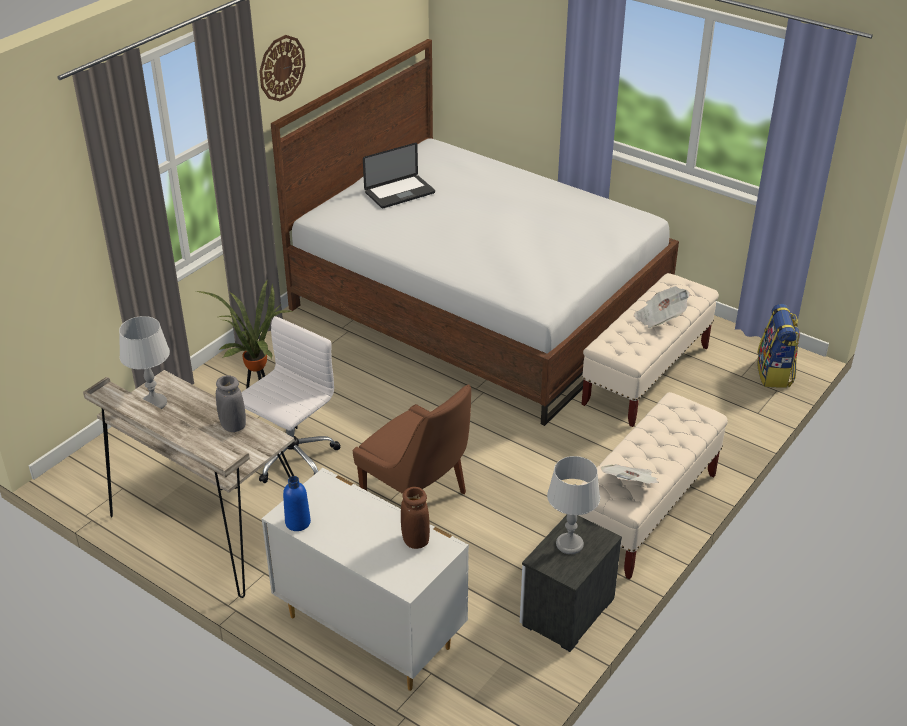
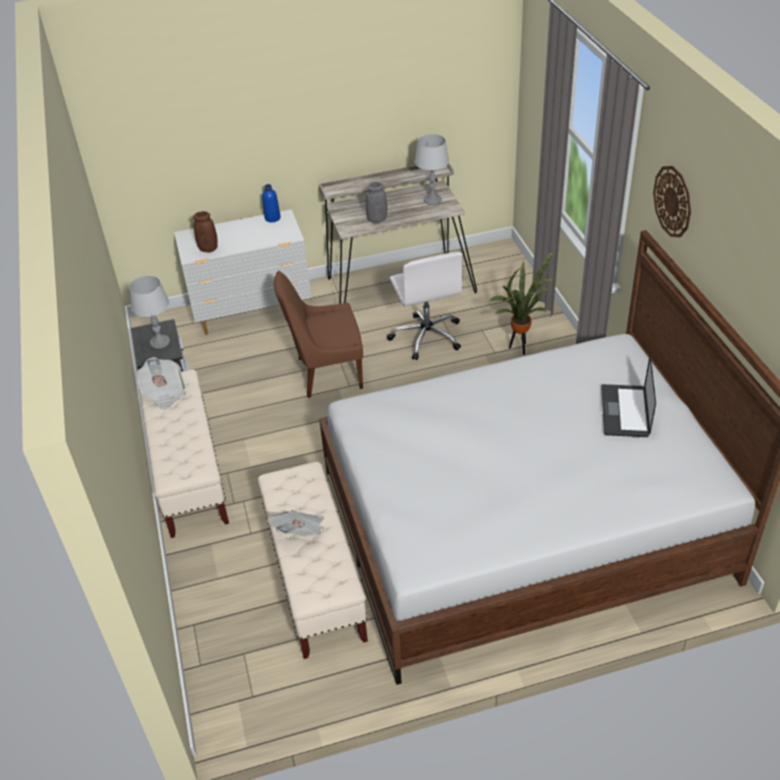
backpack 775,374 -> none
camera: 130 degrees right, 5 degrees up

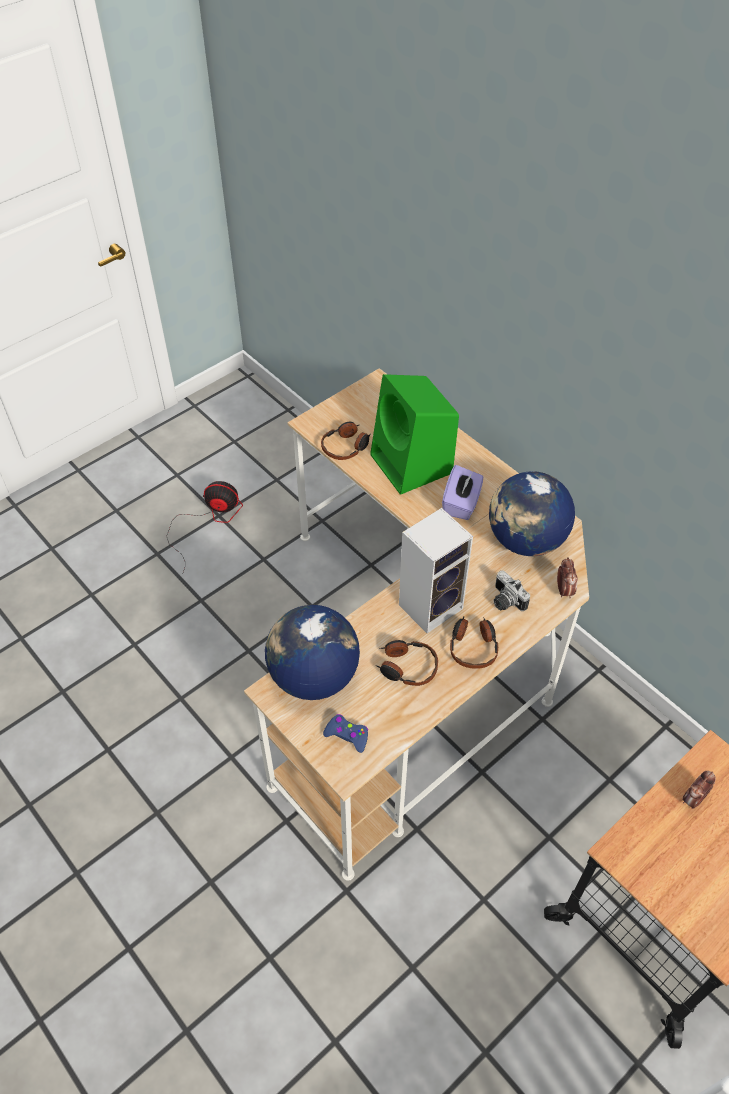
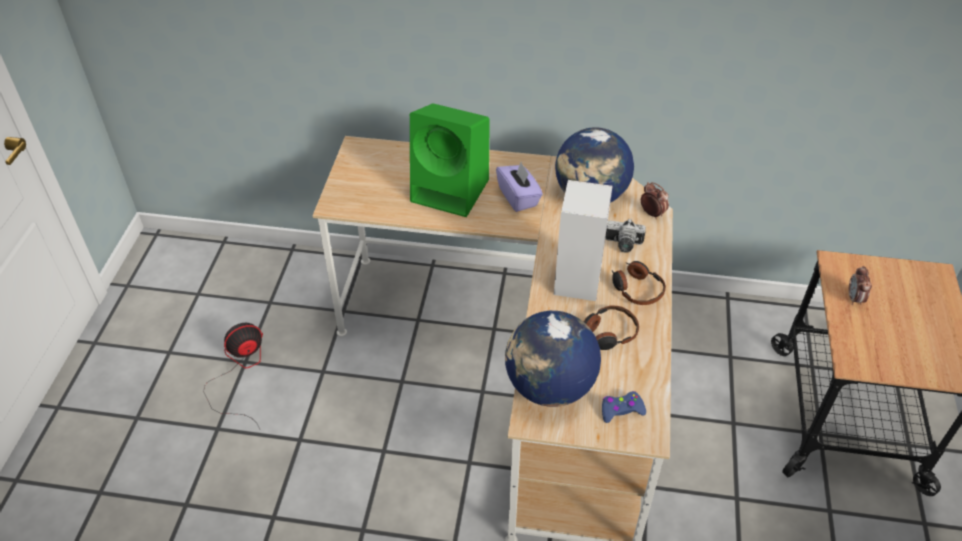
headphones 346,446 -> none
camera: 40 degrees left, 5 degrees down

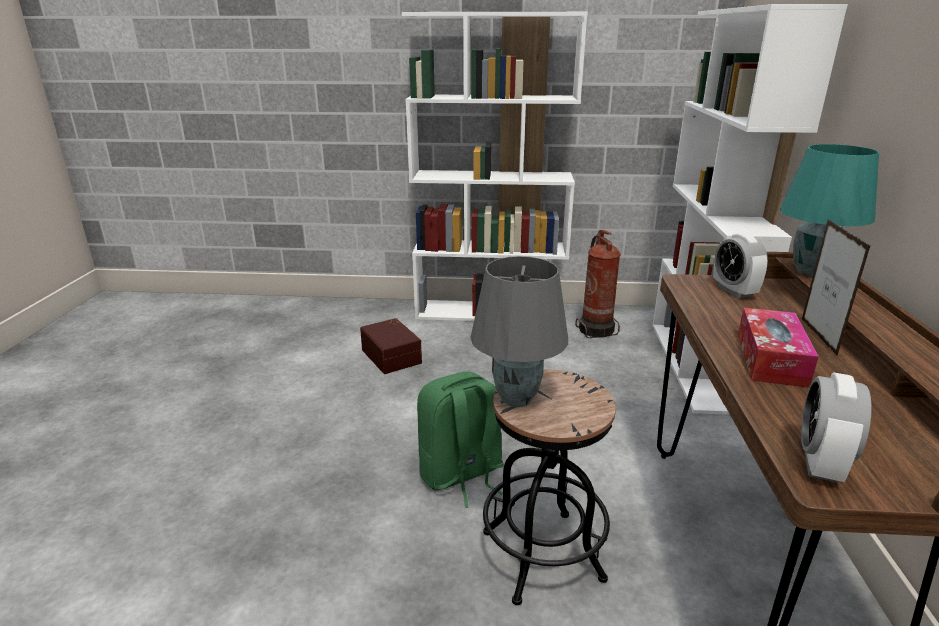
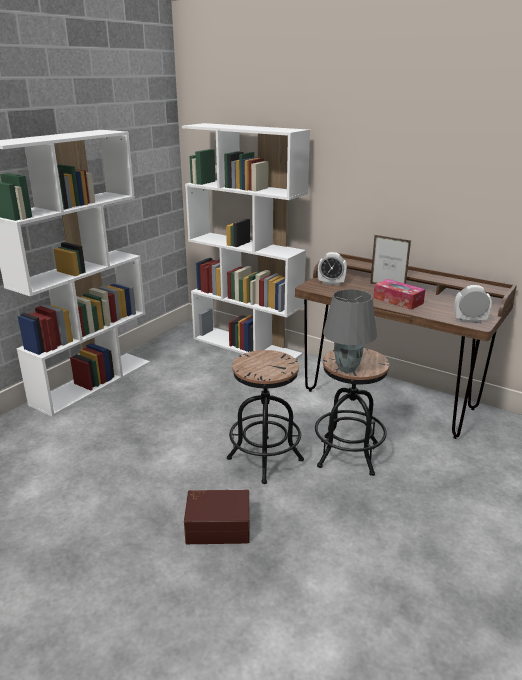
fire extinguisher 596,329 -> none
turquoise table lamp 811,272 -> none
brown storage box 392,356 -> brown storage box 218,526, move
green backpack 461,475 -> black stool 265,459
alarm clock 820,463 -> alarm clock 469,320, 135 degrees clockwise
camera: 60 degrees left, 0 degrees up

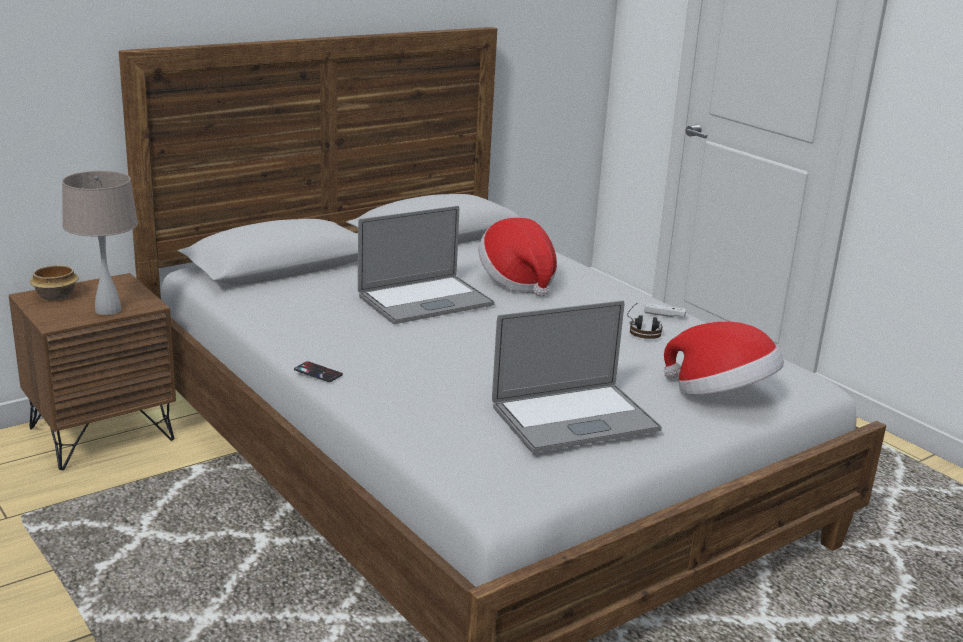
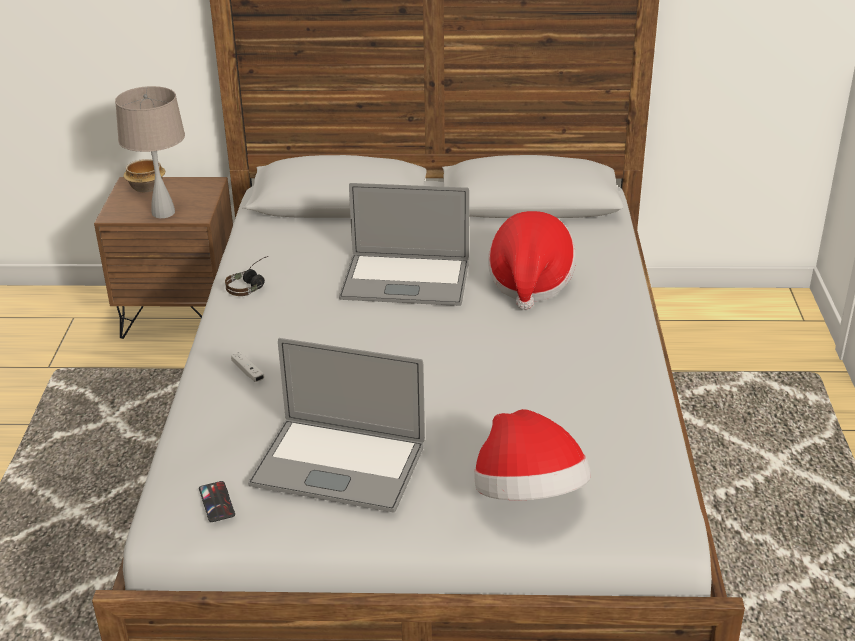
phone 318,372 -> phone 217,502, move
headphones 643,330 -> headphones 252,284, move
white game controller 664,315 -> white game controller 248,372, move
camera: 40 degrees right, 10 degrees up

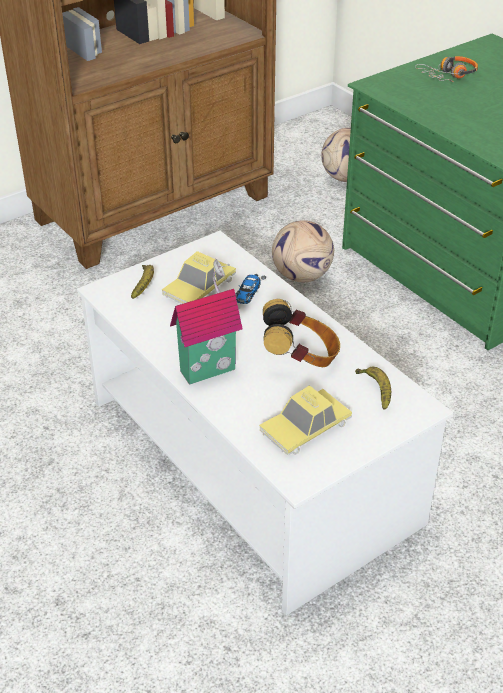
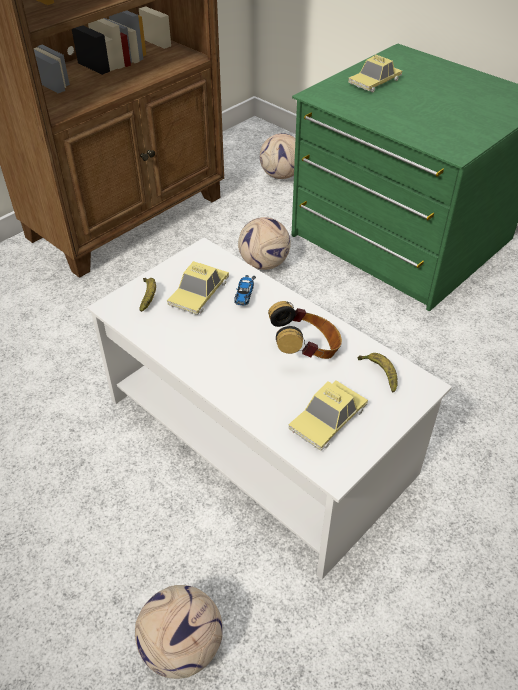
toy house 206,368 -> none
none -> football 181,647
headphones 448,75 -> toy car 374,82
camera: 10 degrees left, 5 degrees up

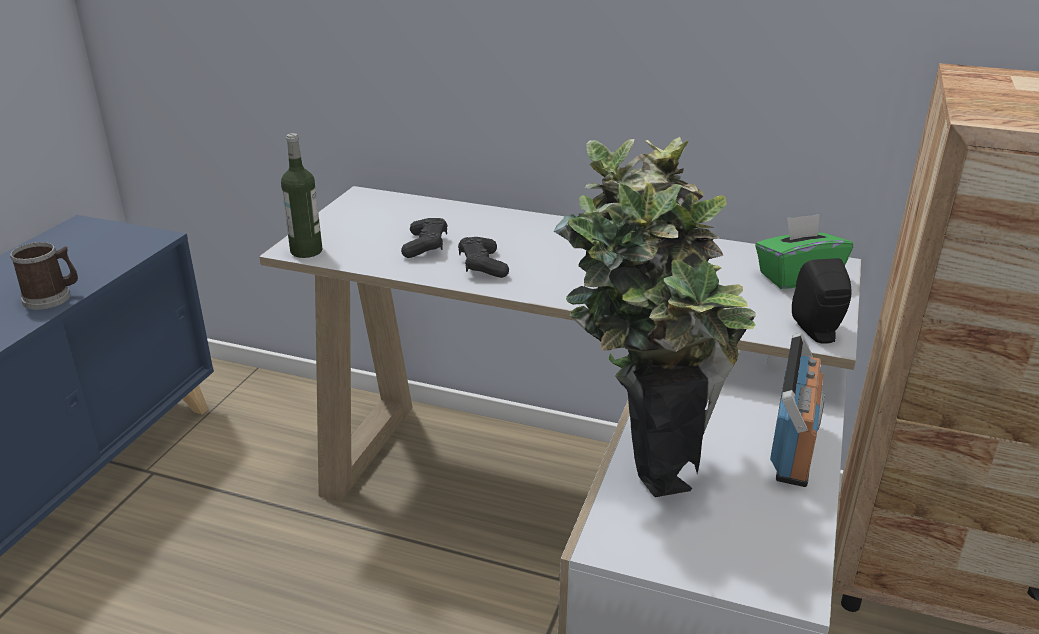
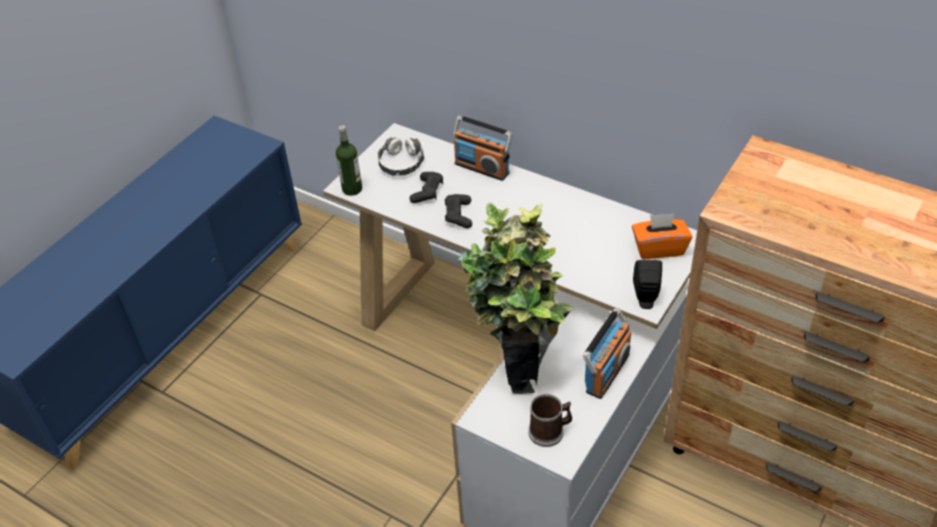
none -> headphones 401,163
none -> radio 482,168
mug 52,297 -> mug 550,431, move
green tissue box 797,276 -> orange tissue box 659,248
camera: 15 degrees right, 15 degrees up

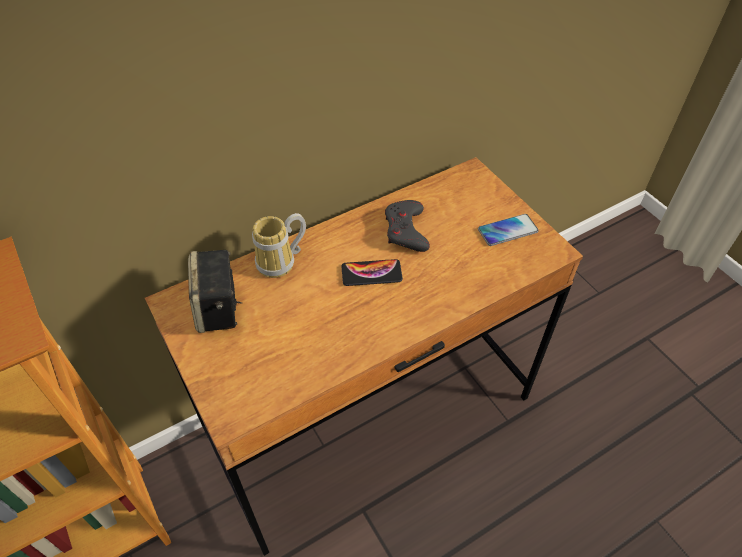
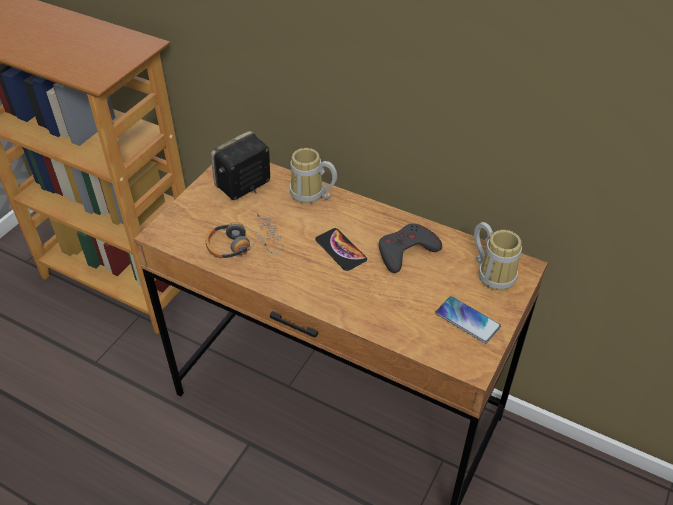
none -> headphones 244,244
none -> mug 494,273
camera: 60 degrees right, 5 degrees down

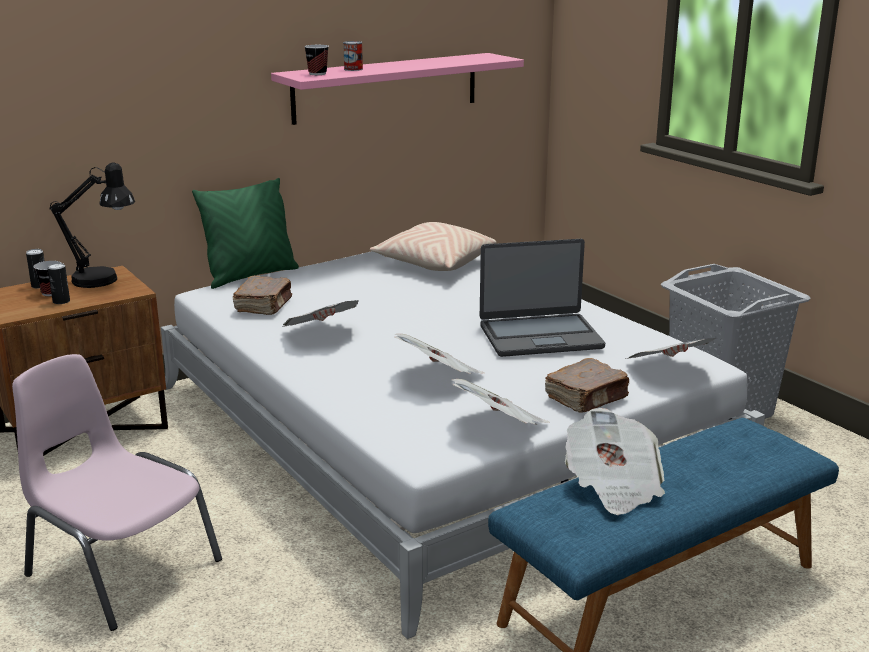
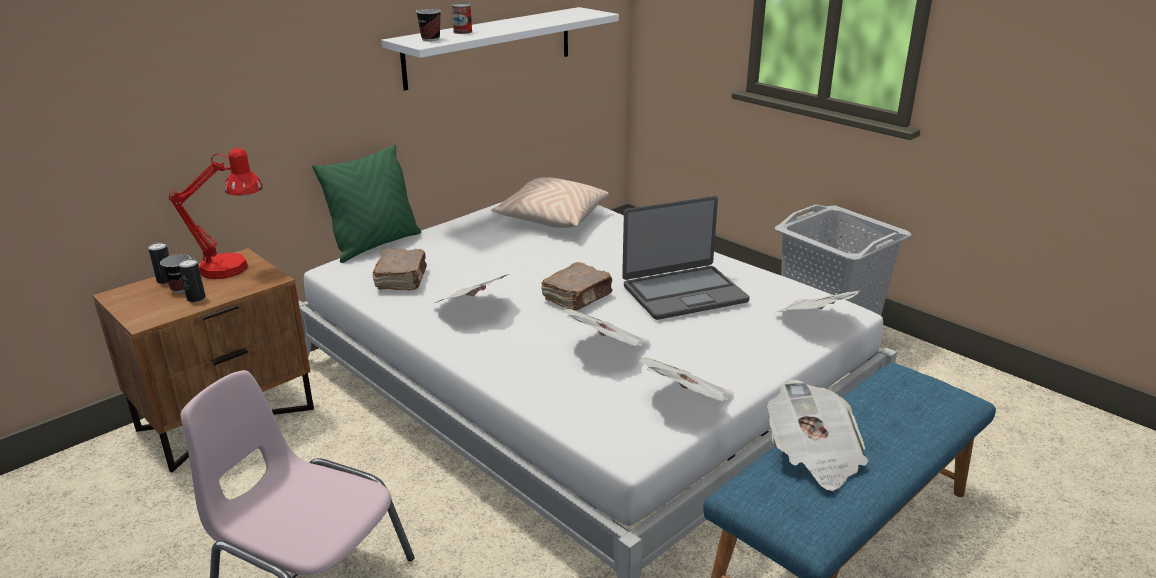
brown book 587,398 -> brown book 578,297, move
black table lamp 104,280 -> red table lamp 234,268
pink shelf 386,87 -> white shelf 490,47
camera: 10 degrees left, 5 degrees up

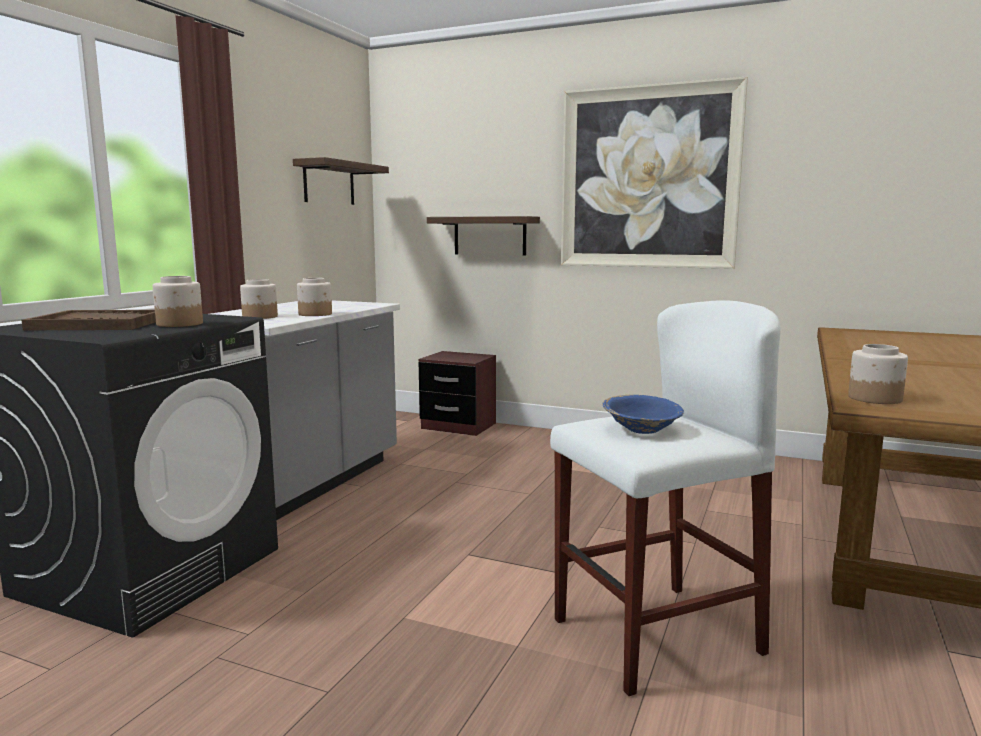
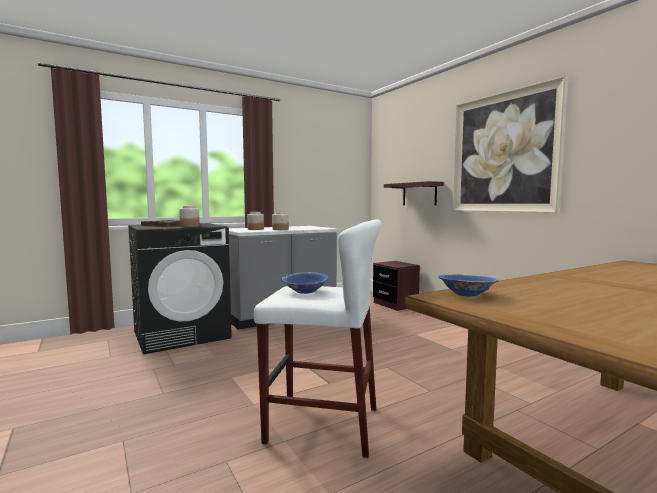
shelf 329,183 -> none
jar 874,398 -> blue bowl 466,294
camera: 35 degrees right, 5 degrees down

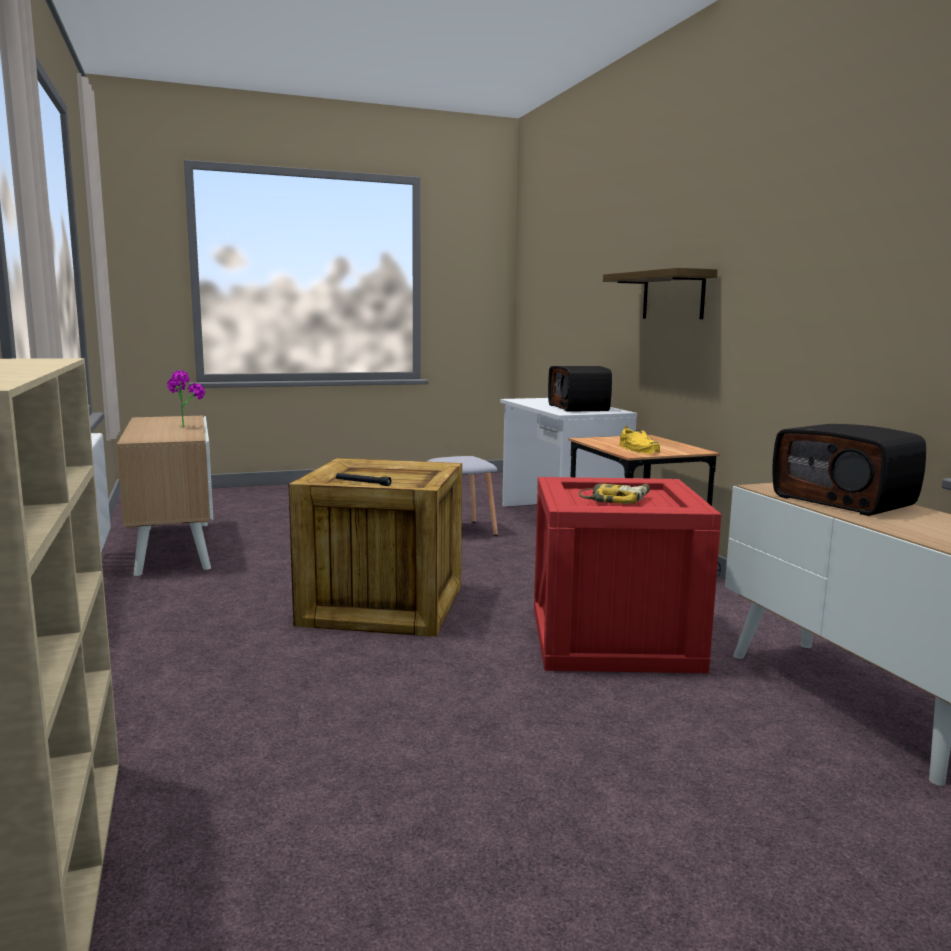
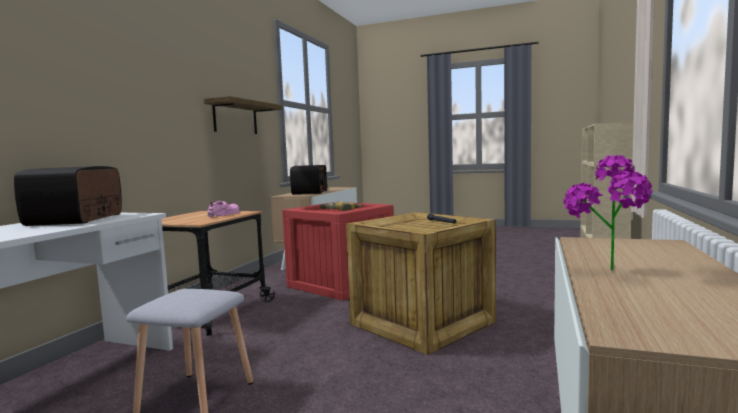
shelf 673,295 -> shelf 235,118, move
yellow shoe 639,449 -> pink shoe 224,214
radio 579,408 -> radio 77,219, 150 degrees clockwise
camera: 140 degrees left, 5 degrees down

